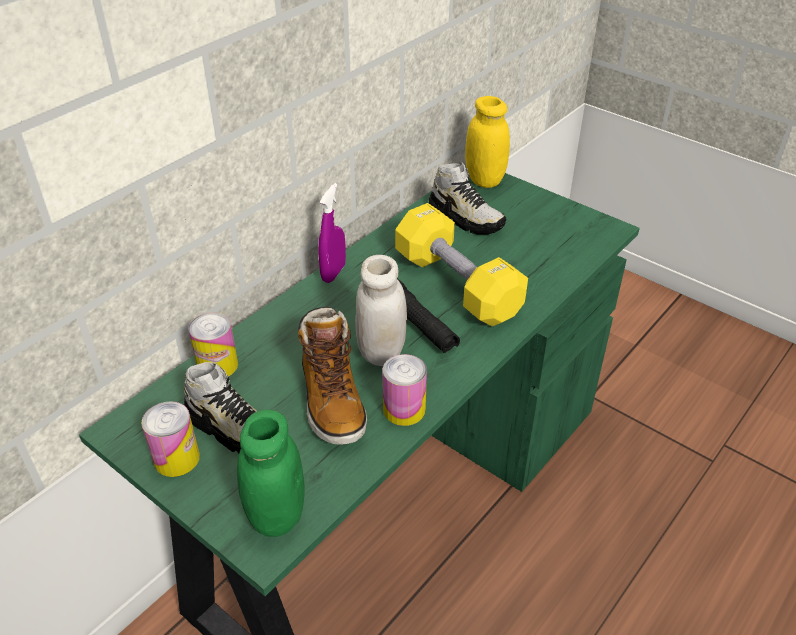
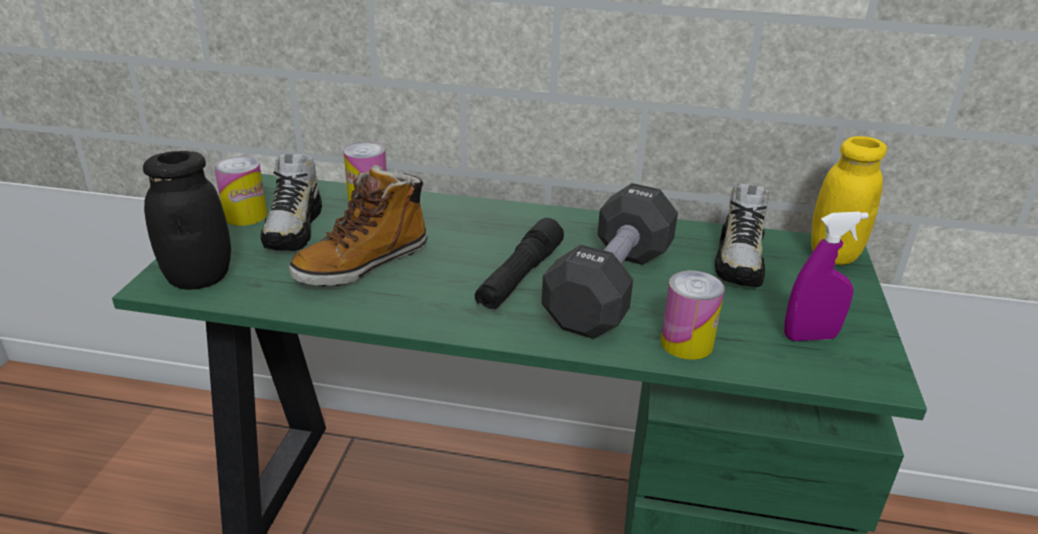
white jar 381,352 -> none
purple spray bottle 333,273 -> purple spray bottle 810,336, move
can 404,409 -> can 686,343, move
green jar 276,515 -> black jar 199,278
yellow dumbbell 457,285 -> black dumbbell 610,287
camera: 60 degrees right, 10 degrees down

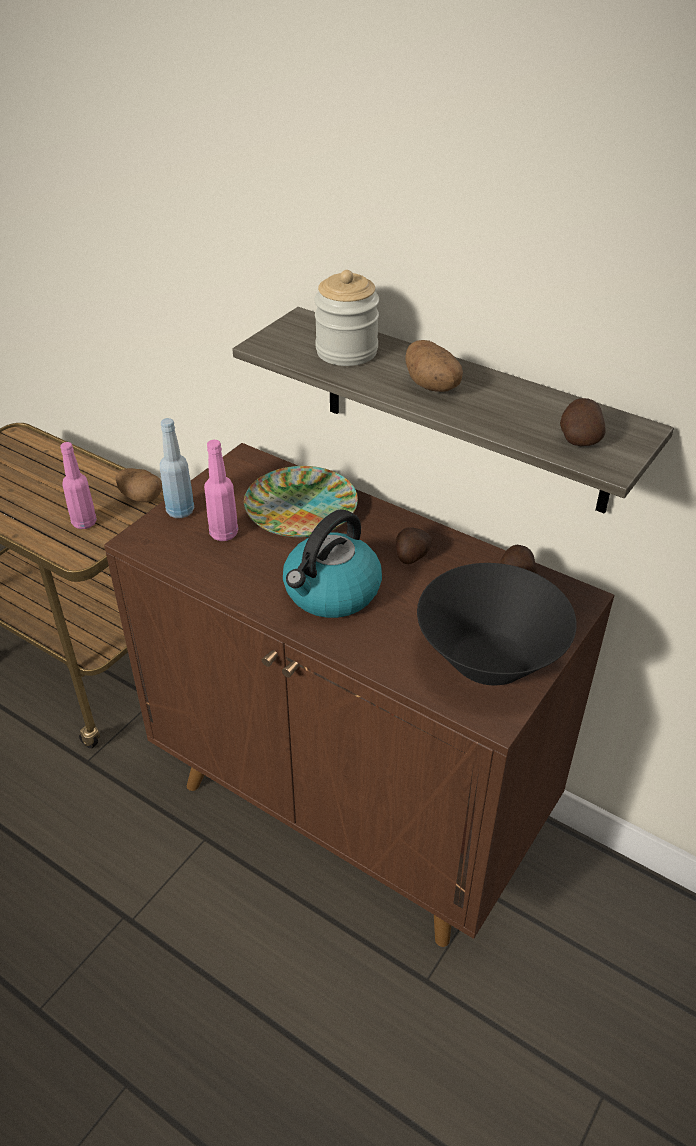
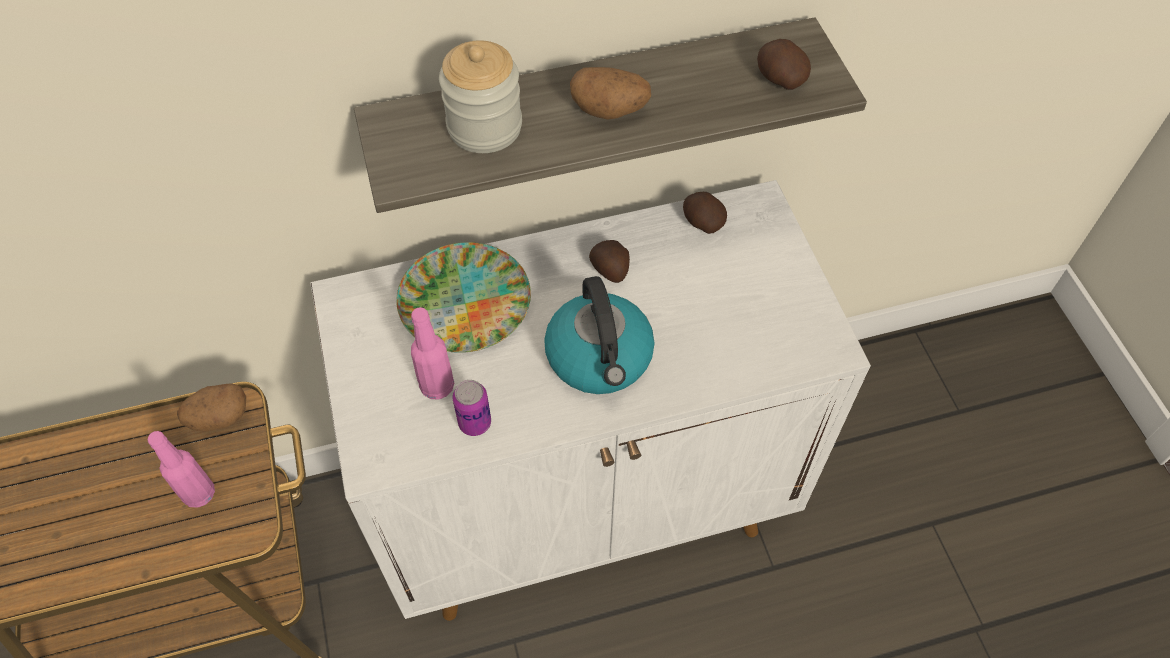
blue bottle 180,511 -> none
black bowl 489,659 -> none
none -> can 475,423
brown cabinet 353,807 -> white cabinet 586,502
camera: 50 degrees left, 15 degrees up

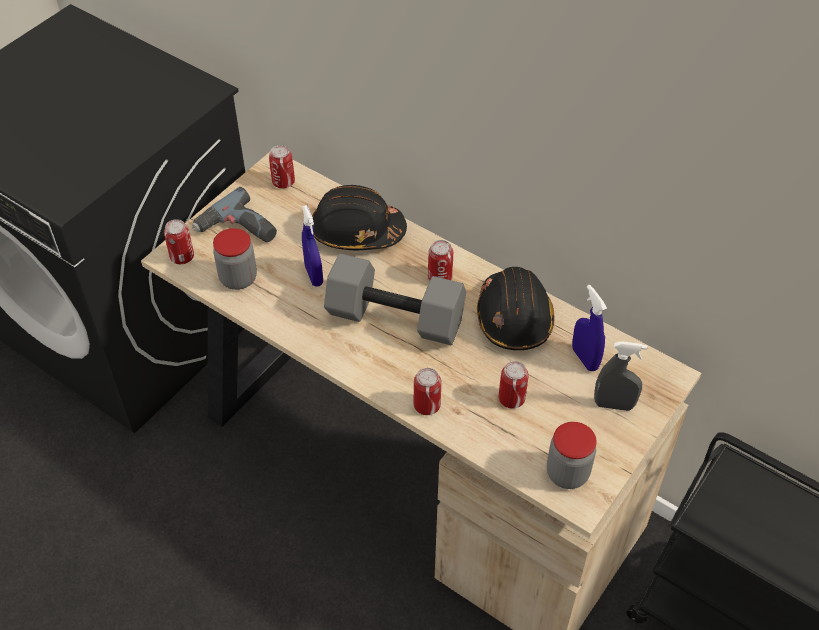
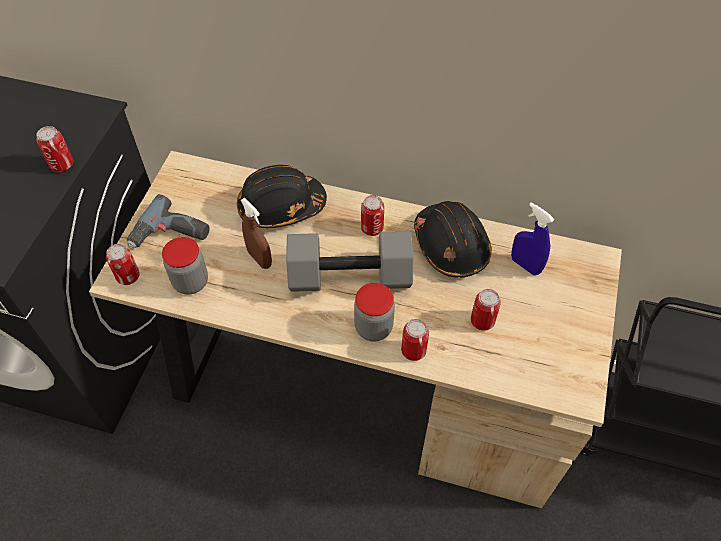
grey spray bottle 614,405 -> none
can 283,182 -> can 62,164, move
jar 567,473 -> jar 373,327, move
blue spray bottle 314,275 -> brown spray bottle 259,258
camera: 20 degrees left, 5 degrees up

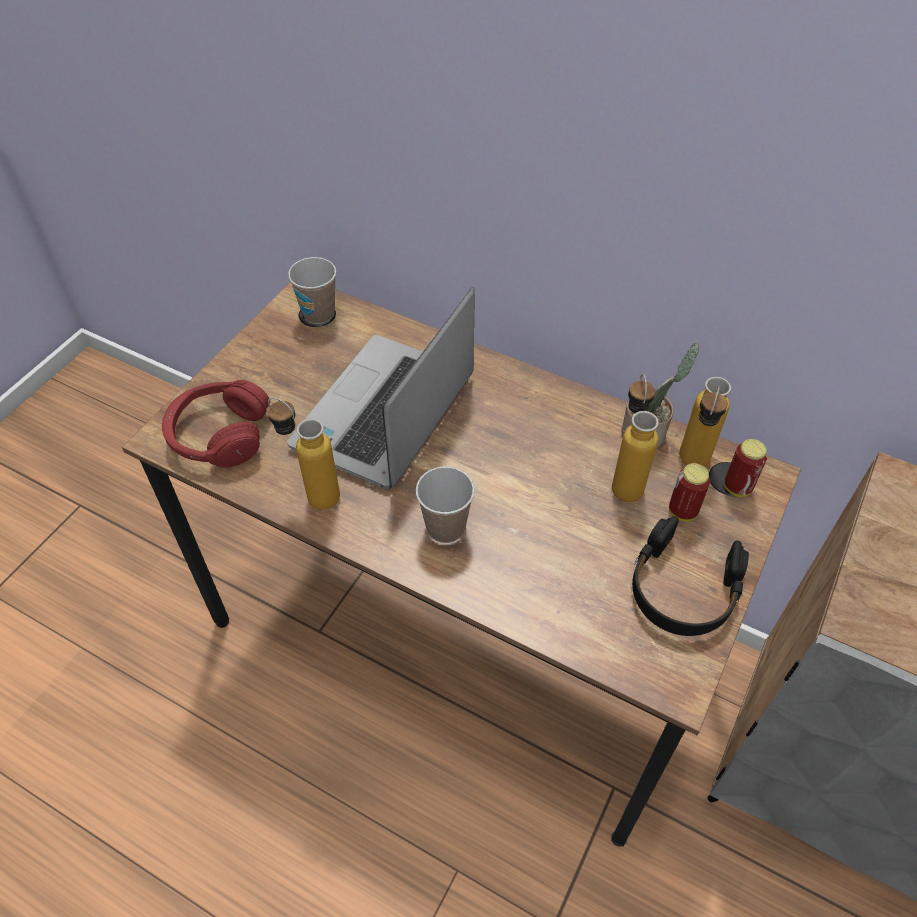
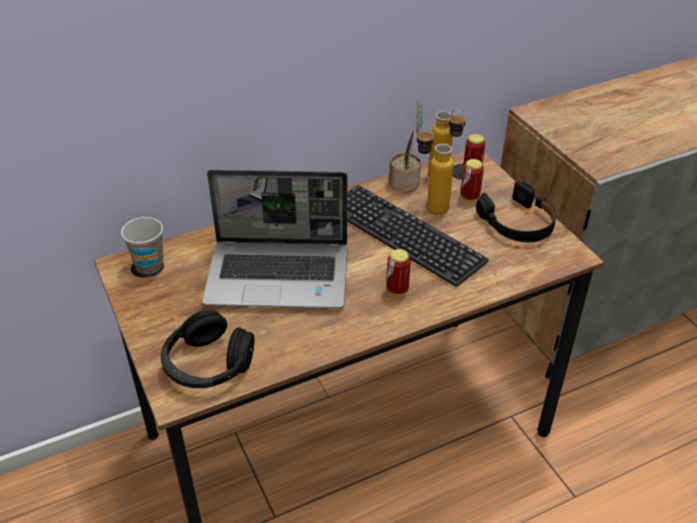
bottle 312,493 -> none
none -> keyboard 403,234
cup 445,527 -> can 397,290
red headphones 219,434 -> black headphones 207,364
laptop 385,415 -> laptop 280,275, 60 degrees counterclockwise
camera: 55 degrees left, 10 degrees down

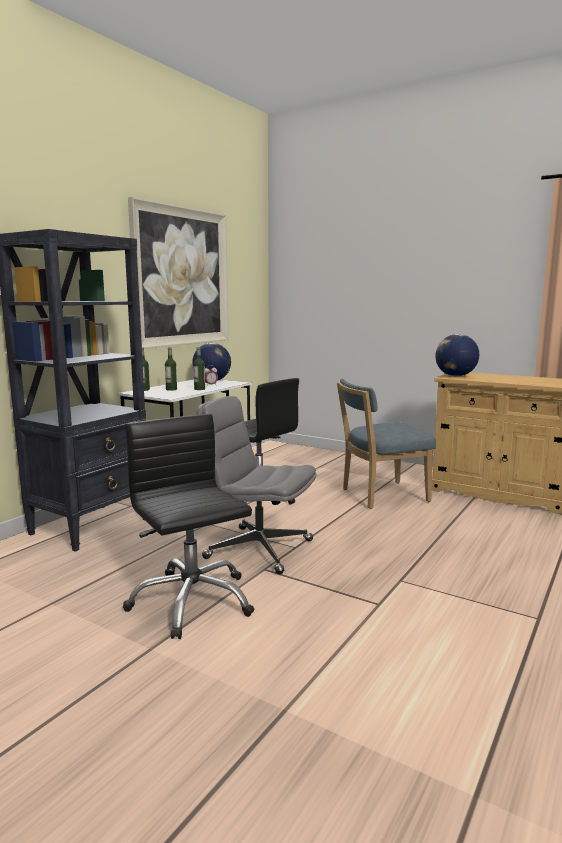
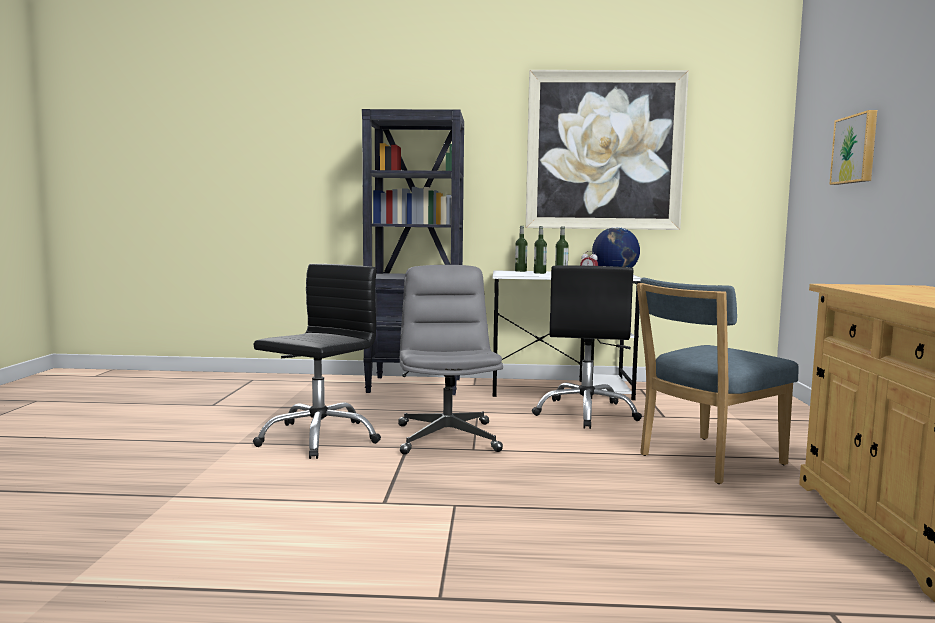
globe 455,376 -> none
none -> picture 856,149
blue chair 380,495 -> blue chair 706,461, 75 degrees counterclockwise
camera: 60 degrees right, 5 degrees down

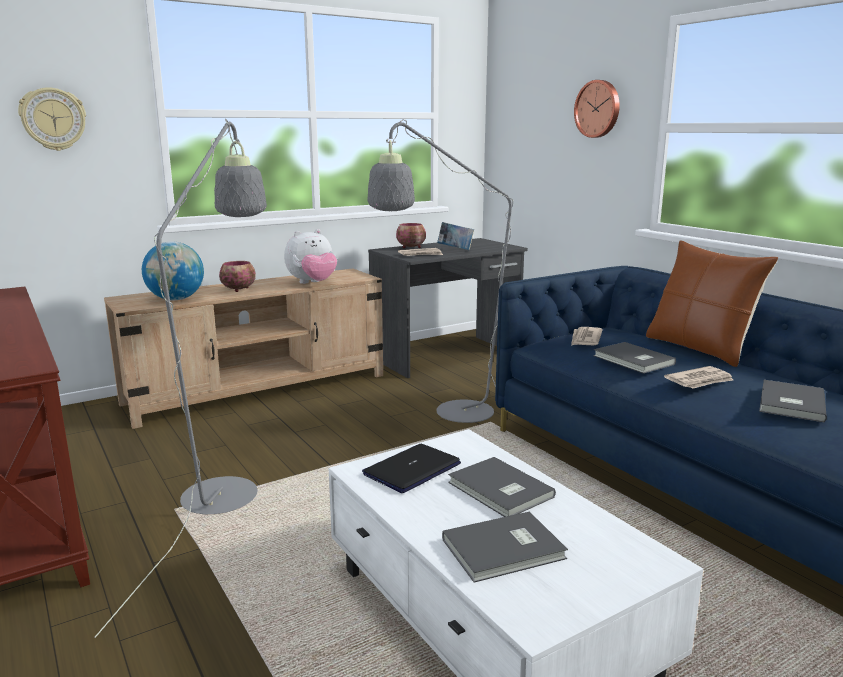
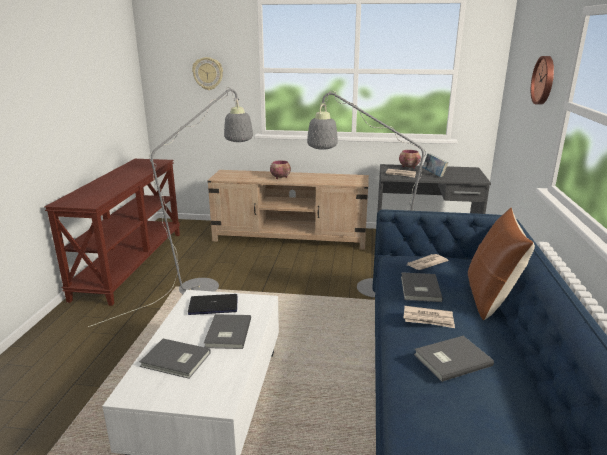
globe 176,299 -> none
plush toy 312,283 -> none
camera: 40 degrees right, 5 degrees up

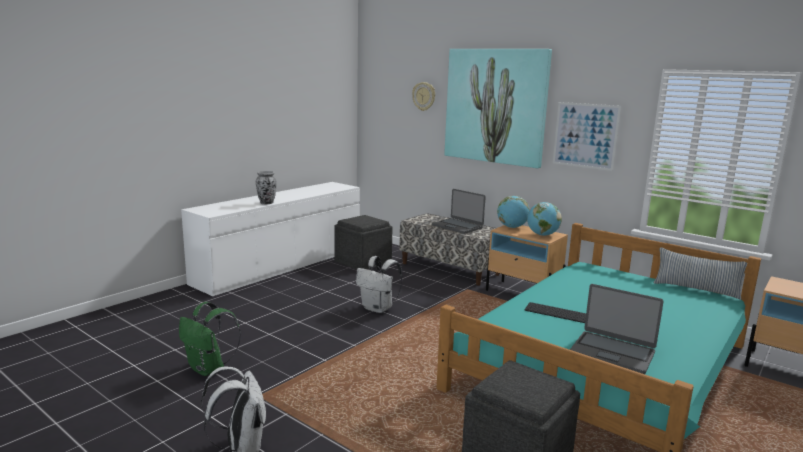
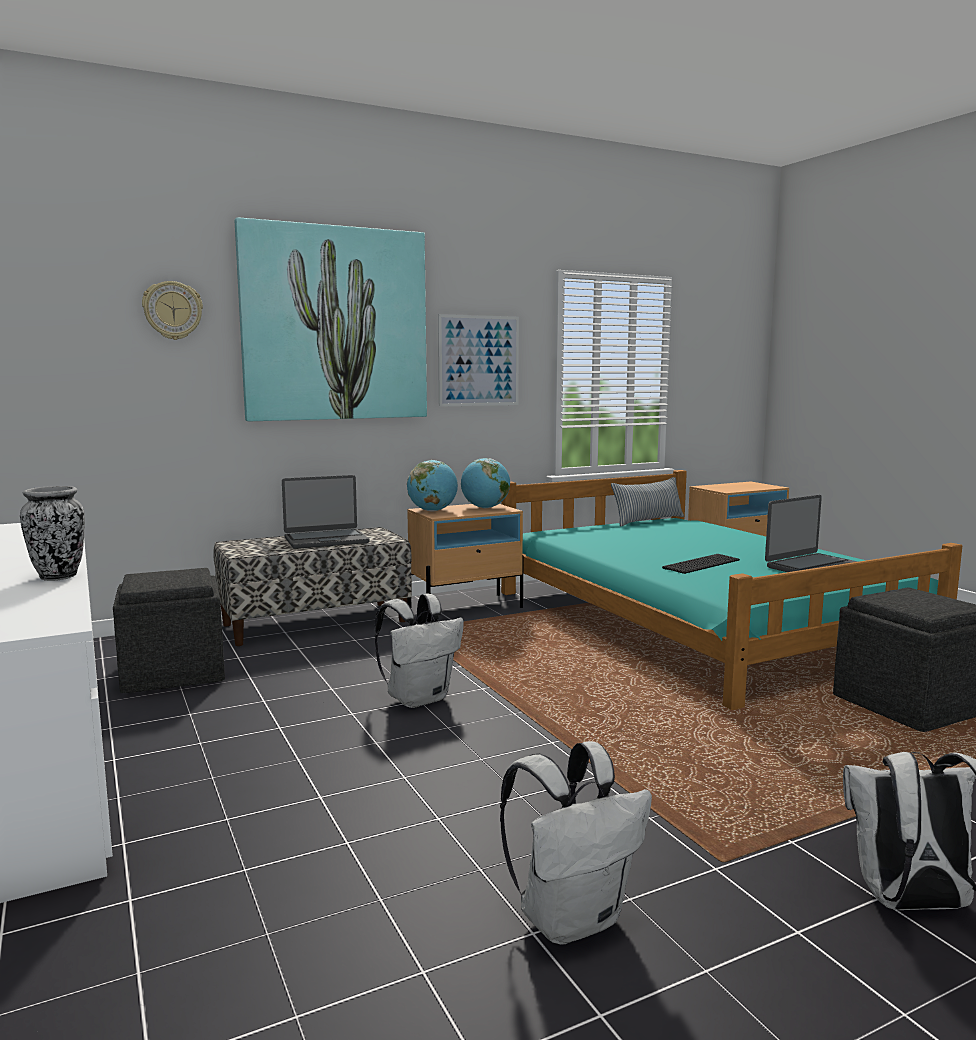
green backpack 209,369 -> white backpack 572,918
camera: 65 degrees left, 5 degrees down

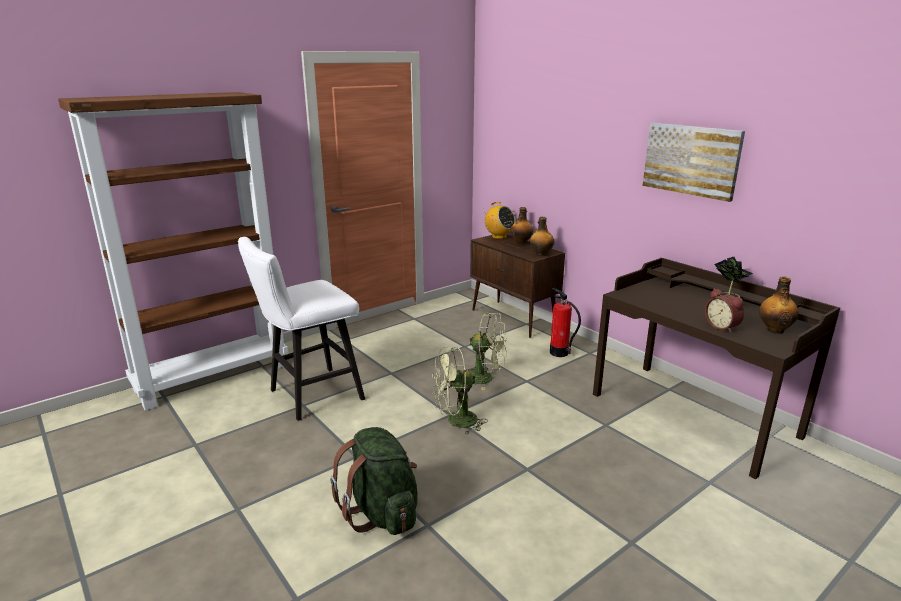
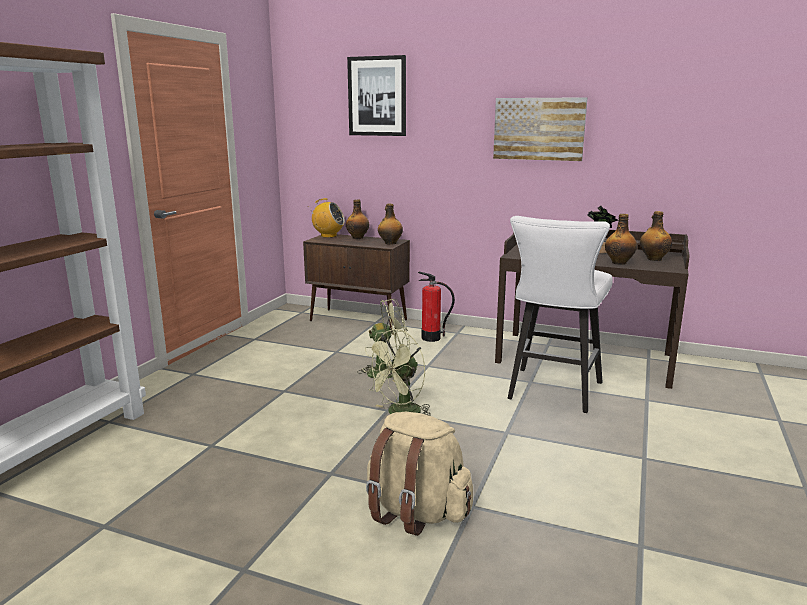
none -> picture 377,96
white stool 310,396 -> white stool 552,393, move
alarm clock 722,327 -> bottle 619,263
green backpack 382,513 -> beige backpack 416,512
camera: 30 degrees left, 5 degrees down

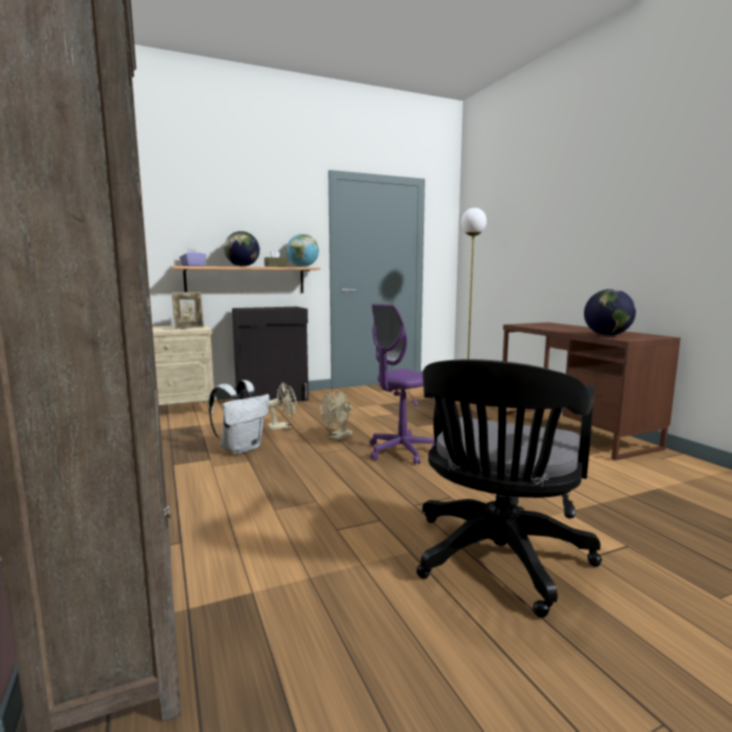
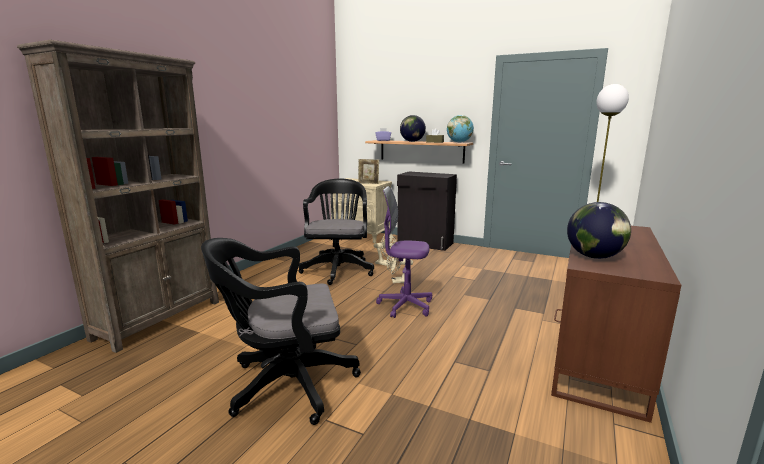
white backpack 241,448 -> black office chair 338,269
camera: 50 degrees right, 5 degrees up

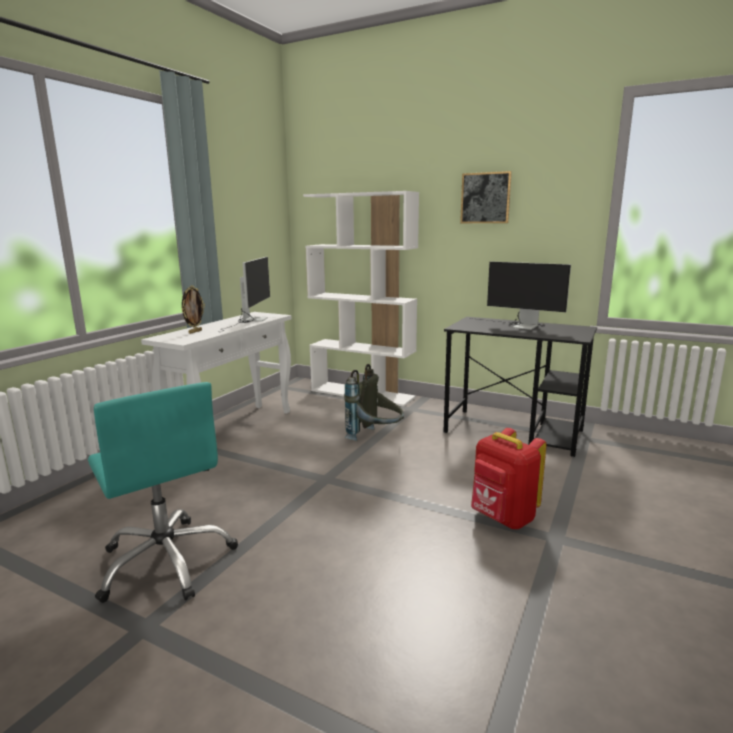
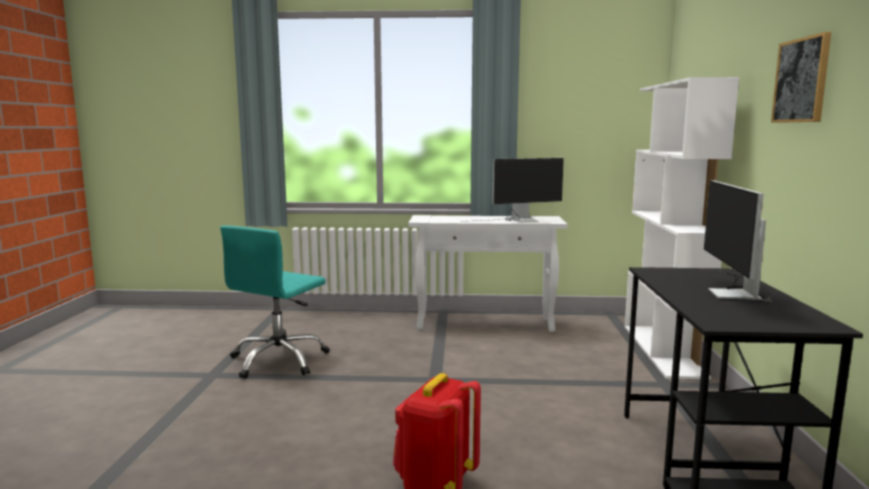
picture frame 195,332 -> none
grey backpack 375,438 -> none
camera: 65 degrees right, 5 degrees down

